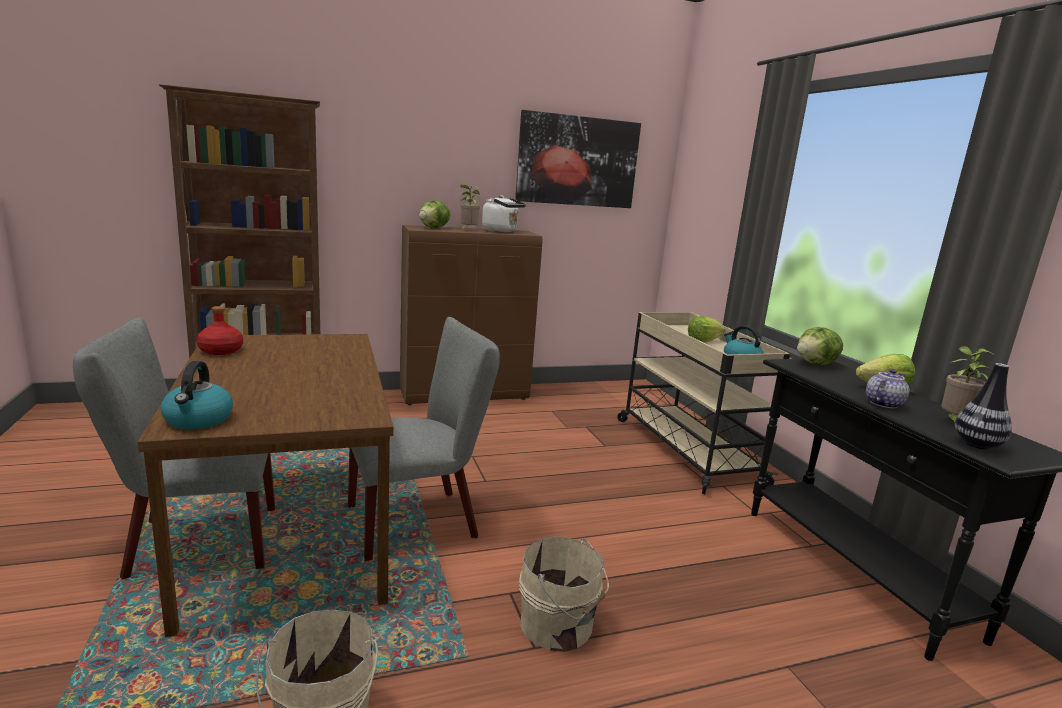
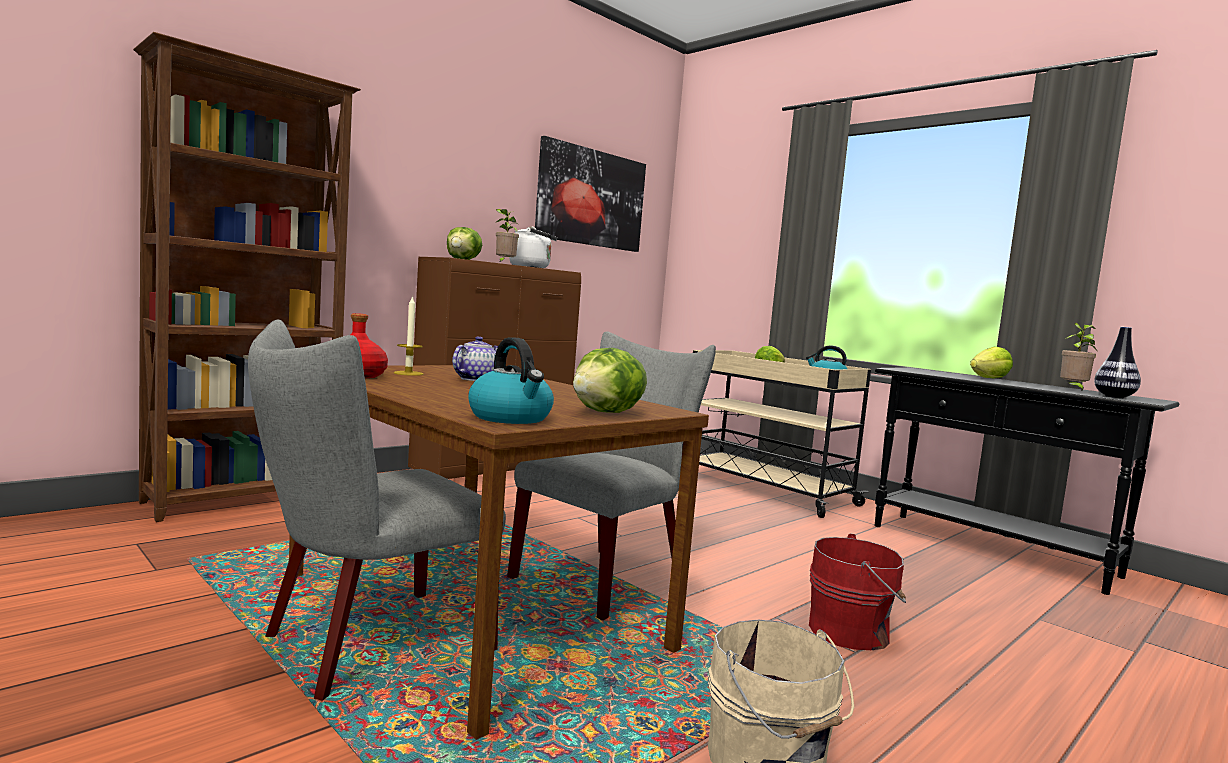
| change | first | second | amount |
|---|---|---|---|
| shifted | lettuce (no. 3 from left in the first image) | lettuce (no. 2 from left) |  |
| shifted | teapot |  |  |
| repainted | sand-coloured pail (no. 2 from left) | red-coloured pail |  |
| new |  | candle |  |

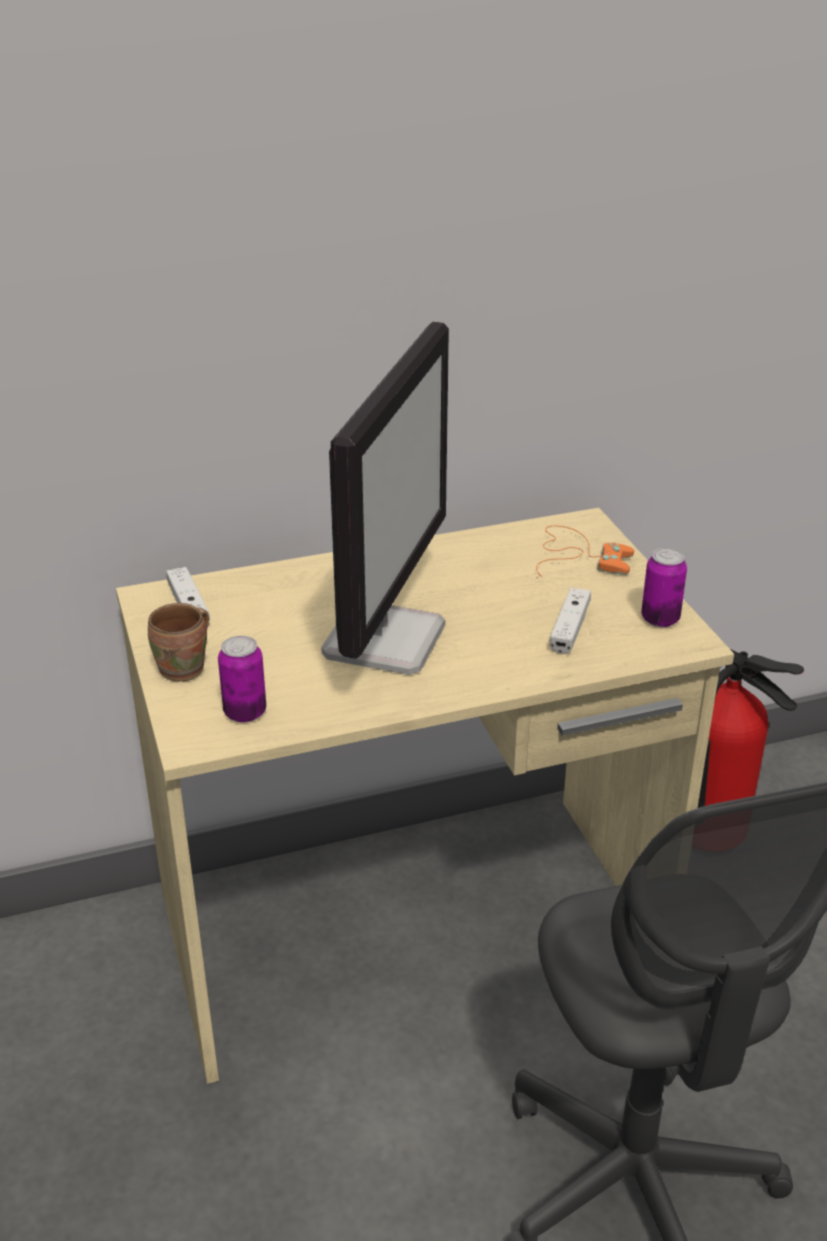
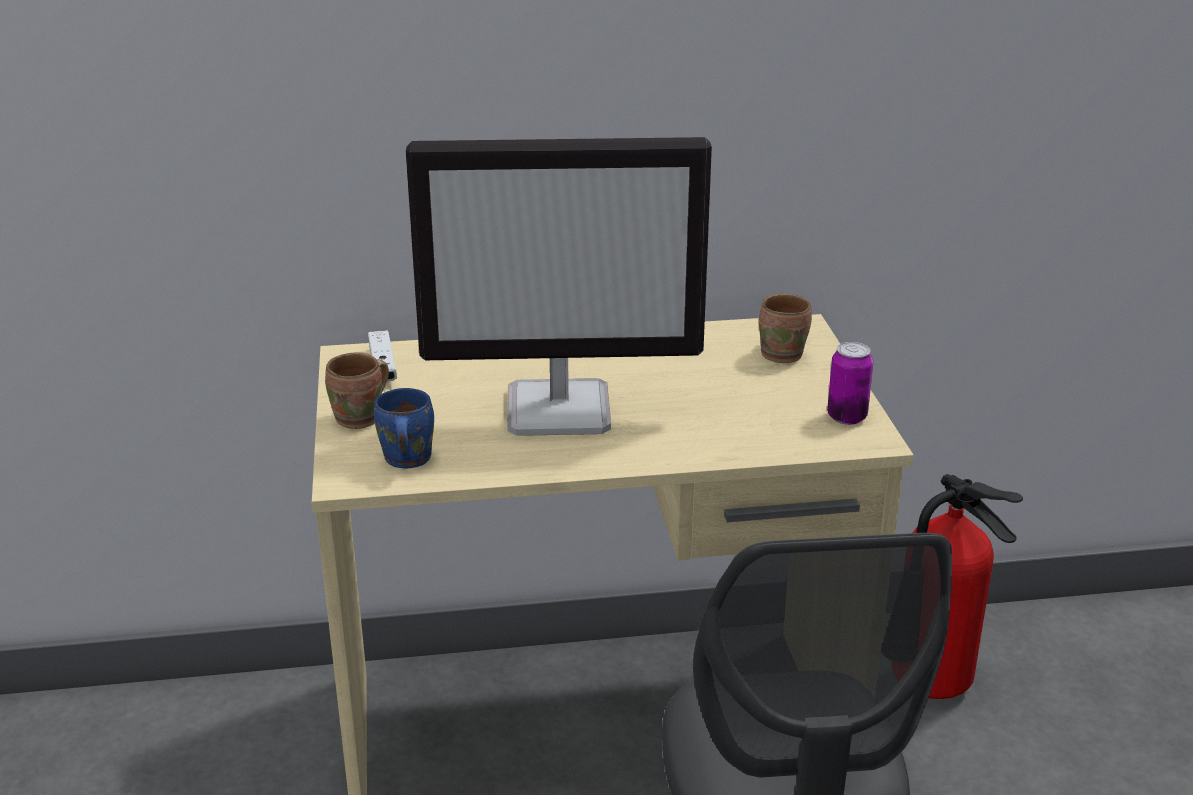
| change | first | second | amount |
|---|---|---|---|
| rotated | computer display |  | 60 degrees clockwise |
| swapped | orange-coloured joypad | brown mug (no. 2 from left) |  |
| gone | white-coloured joypad (no. 2 from left) |  |  |
| swapped | sealed can (no. 1 from left) | bluish mug |  |

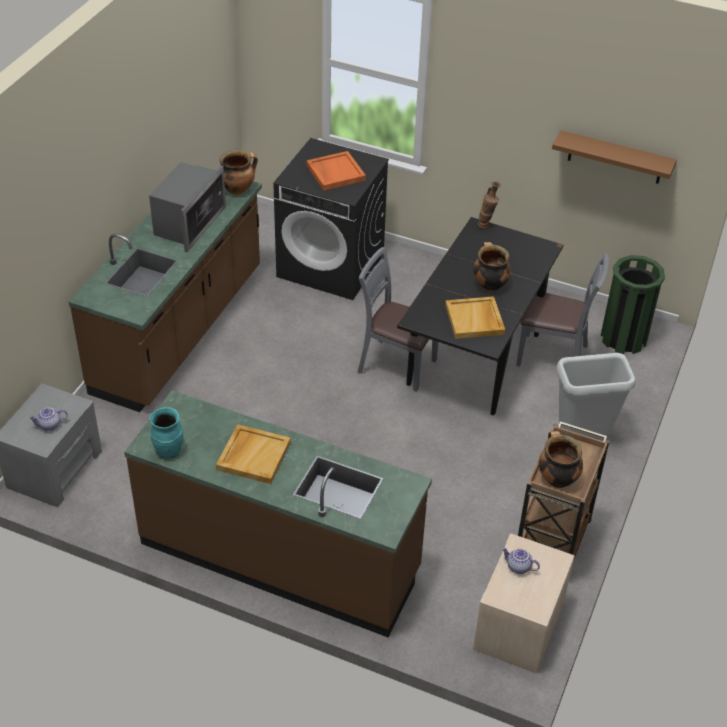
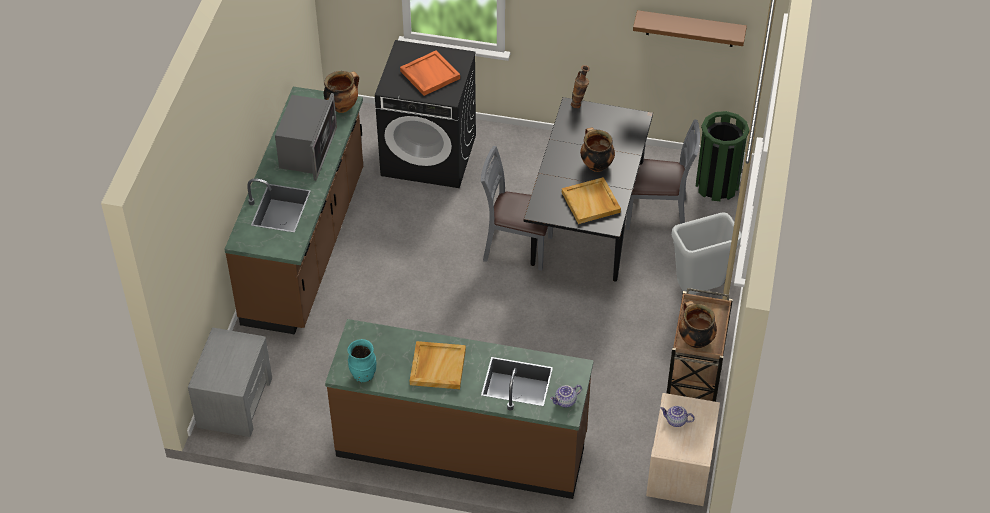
| change | first | second | amount |
|---|---|---|---|
| shifted | teapot (no. 1 from left) |  |  |

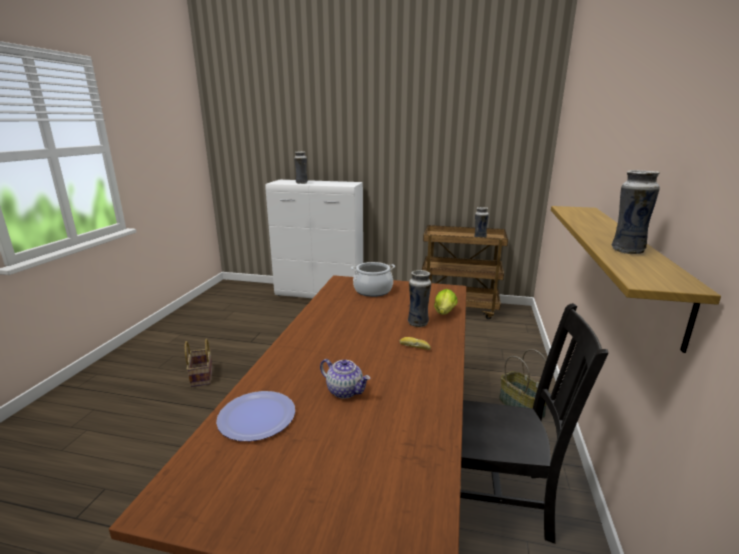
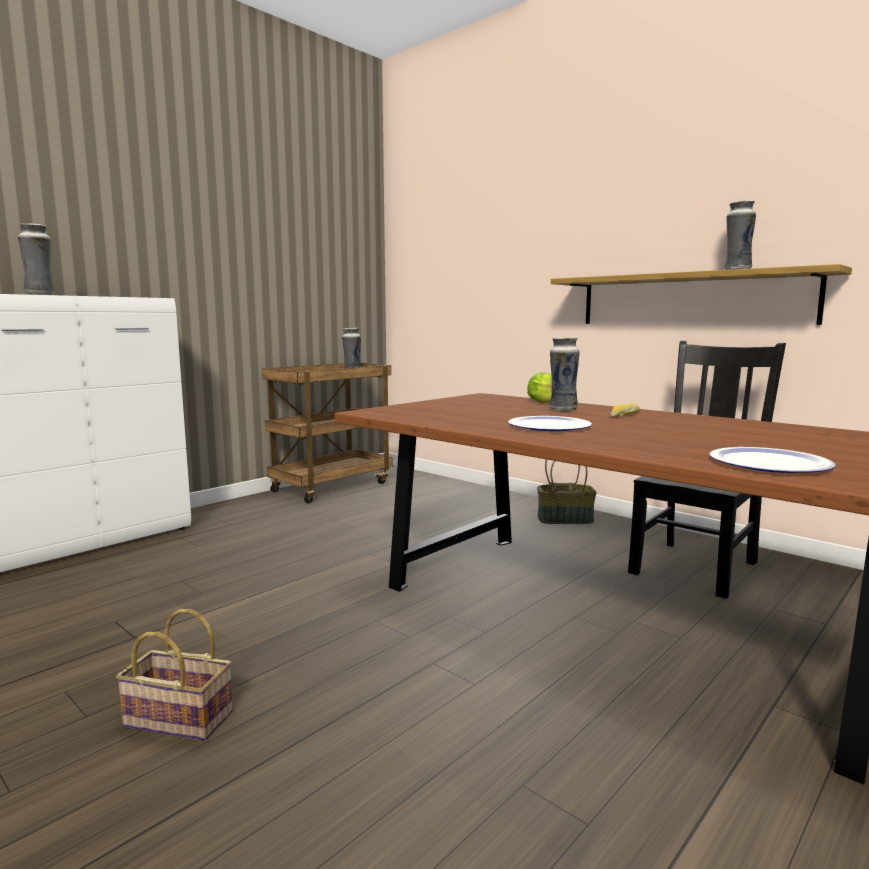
| change | first | second | amount |
|---|---|---|---|
| gone | saucepot |  |  |
| gone | teapot |  |  |
| new |  | plate (no. 1 from left) |  |

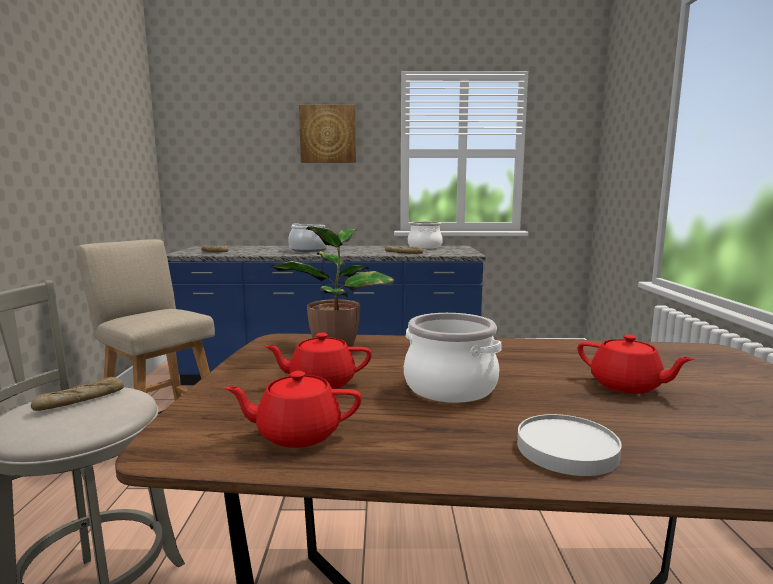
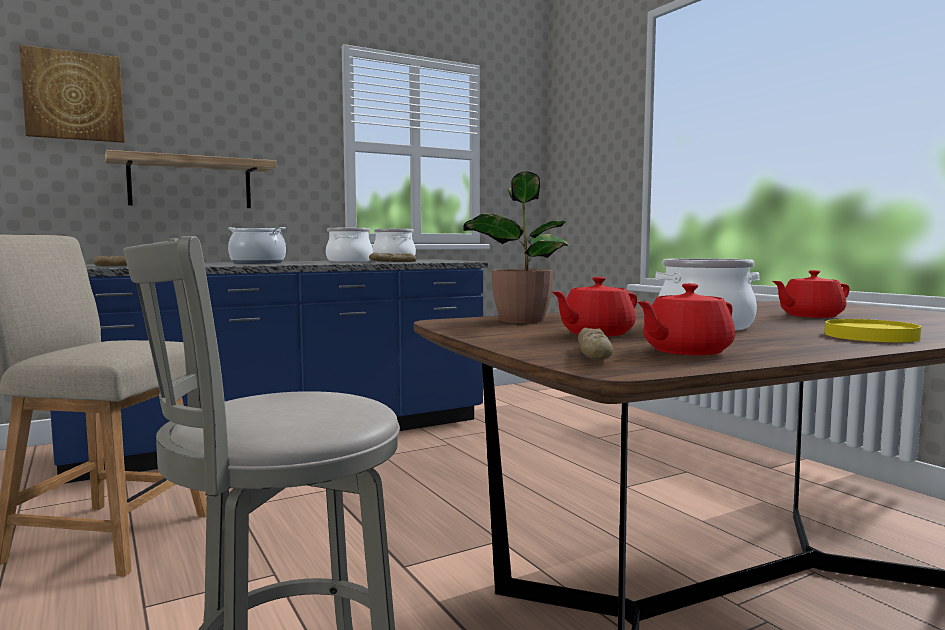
| change | first | second | amount |
|---|---|---|---|
| shifted | wall art |  |  |
| rotated | red-coloured teapot (no. 3 from left) |  | 150 degrees clockwise |
| shifted | bread (no. 1 from left in the first image) | bread (no. 3 from left) |  |
| repainted | white-coloured plate | yellow-coloured plate |  |
| new |  | wall shelf |  |
| new |  | saucepot (no. 2 from left) |  |

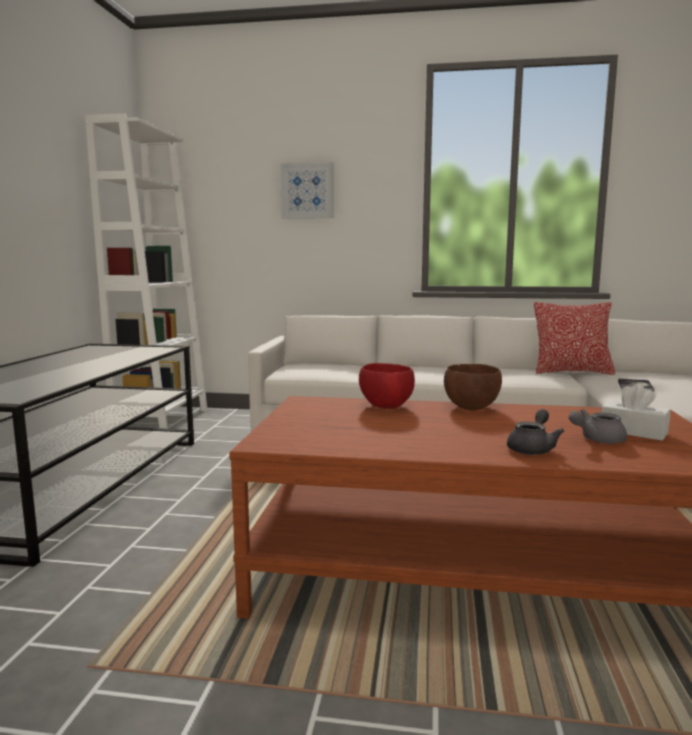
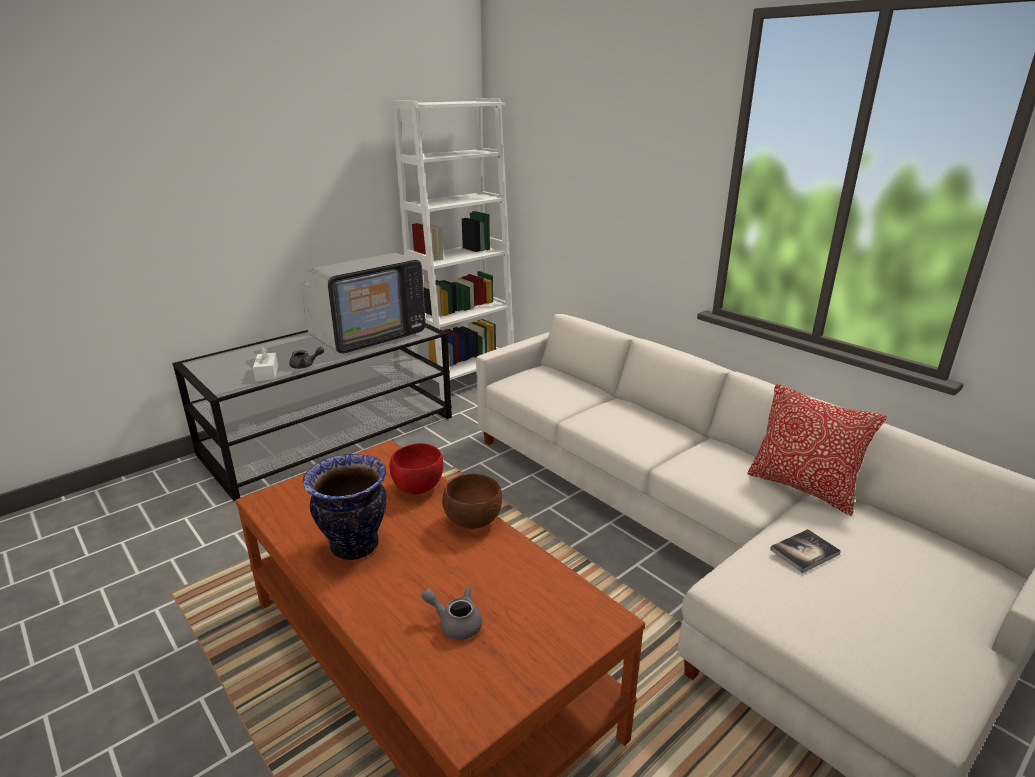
| change | first | second | amount |
|---|---|---|---|
| gone | wall art |  |  |
| shifted | white-coloured tissue holder |  |  |
| shifted | gray teapot (no. 1 from left) |  |  |
| new |  | television |  |
| new |  | decorative vase |  |

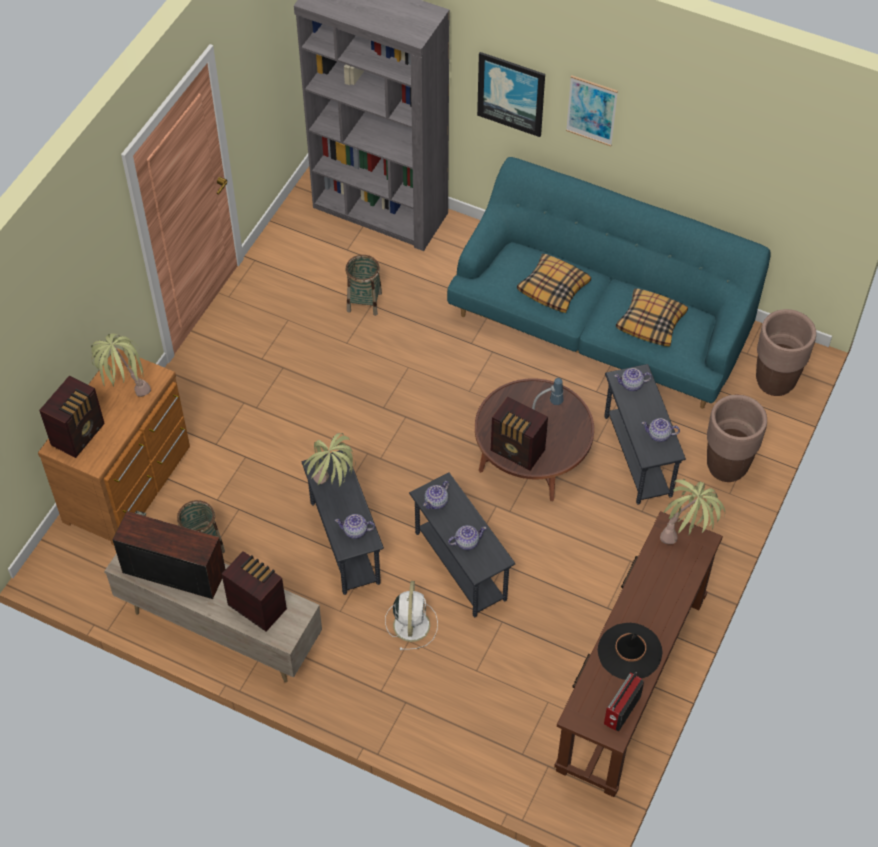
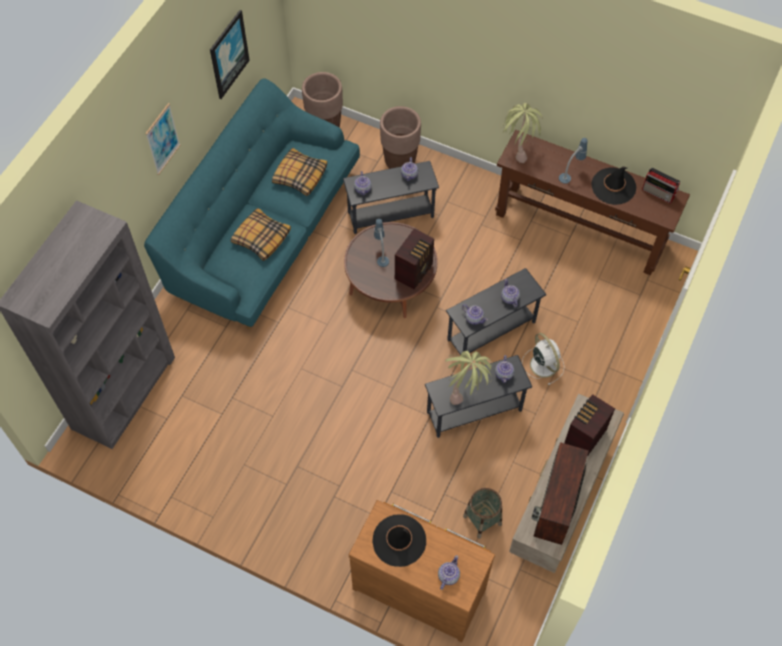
| change | first | second | amount |
|---|---|---|---|
| shifted | wall art (no. 1 from left in the first image) | wall art (no. 2 from left) |  |
| gone | household basket (no. 2 from left) |  |  |
| swapped | houseplant (no. 1 from left) | black wearable hat (no. 1 from left) |  |
| swapped | radio receiver (no. 1 from left) | teapot (no. 3 from left) |  |
| rotated | white-coloured electric fan |  | 60 degrees clockwise |
| new |  | lamp for a table (no. 2 from left) |  |

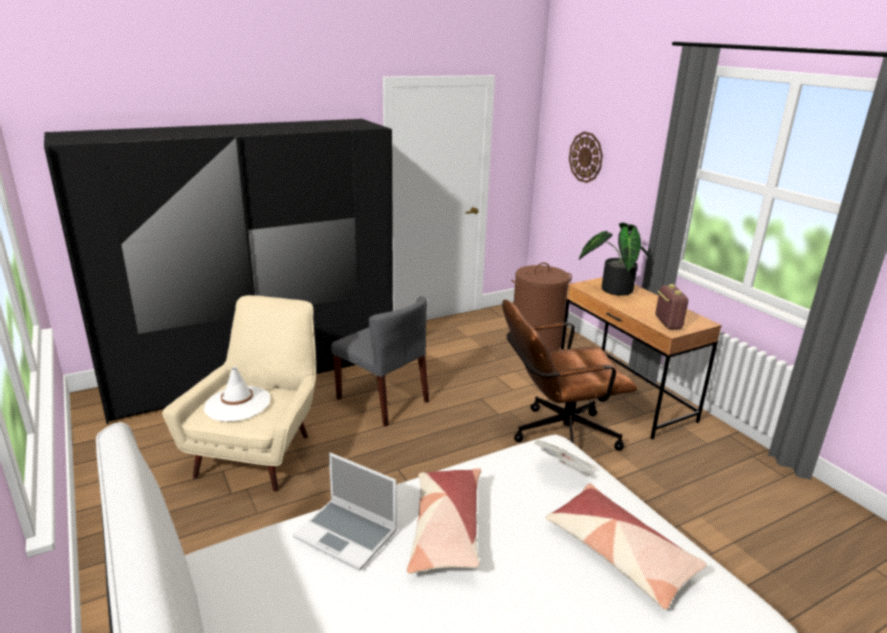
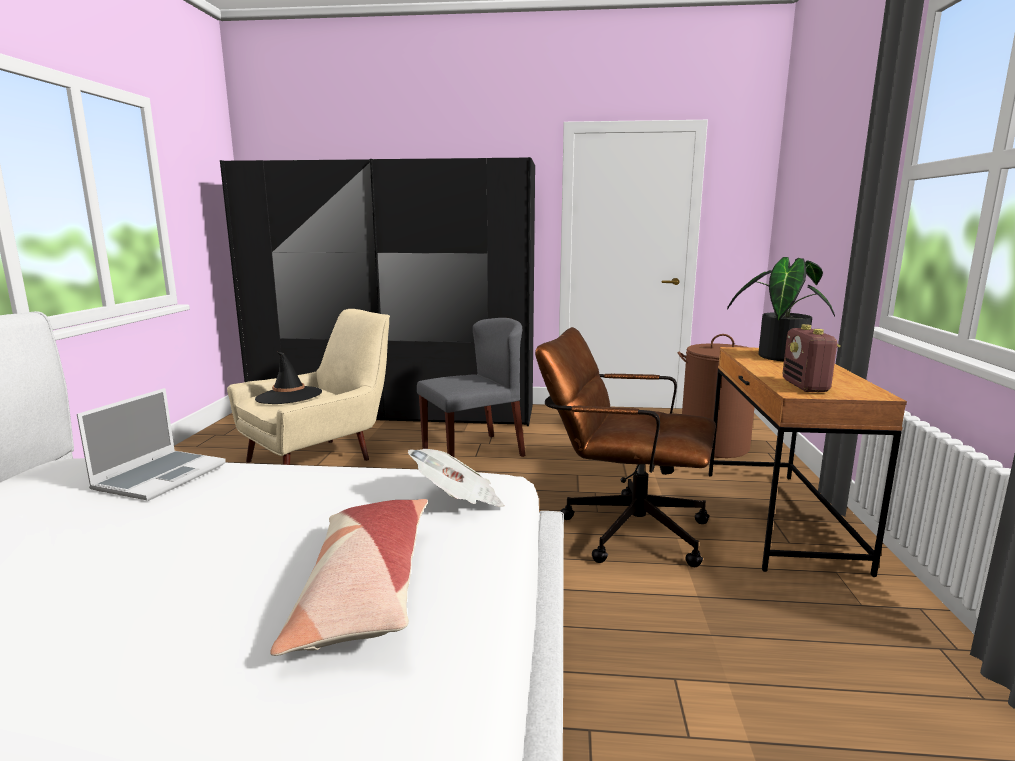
| change | first | second | amount |
|---|---|---|---|
| gone | clock on the wall |  |  |
| rotated | radio receiver |  | 150 degrees clockwise |
| rotated | gray chair |  | 105 degrees counterclockwise |
| repainted | white-coloured wearable hat | black wearable hat |  |
| rotated | portable computer |  | 135 degrees counterclockwise |
| gone | cushion (no. 1 from left) |  |  |

